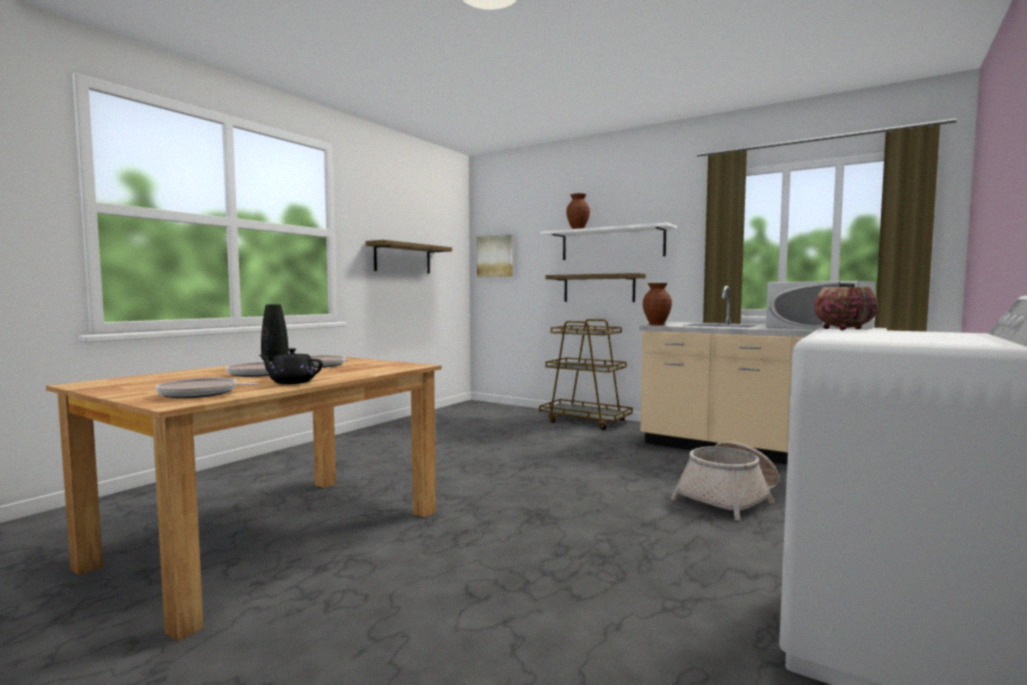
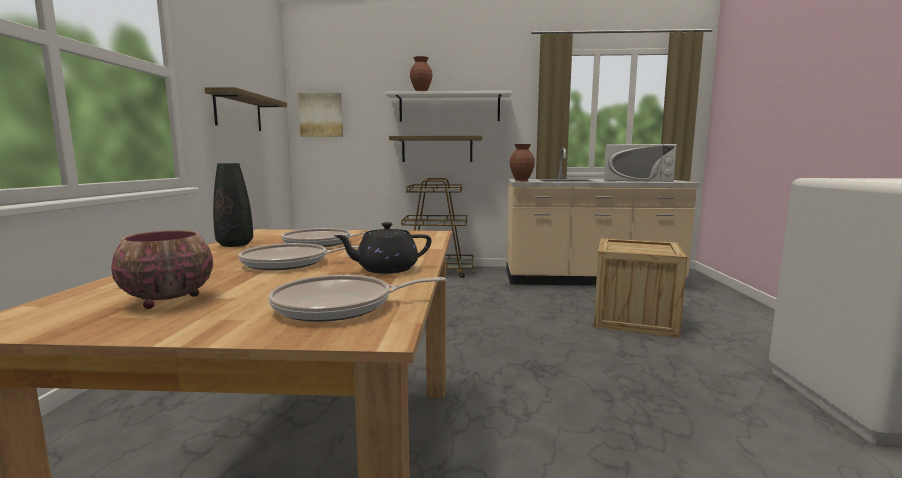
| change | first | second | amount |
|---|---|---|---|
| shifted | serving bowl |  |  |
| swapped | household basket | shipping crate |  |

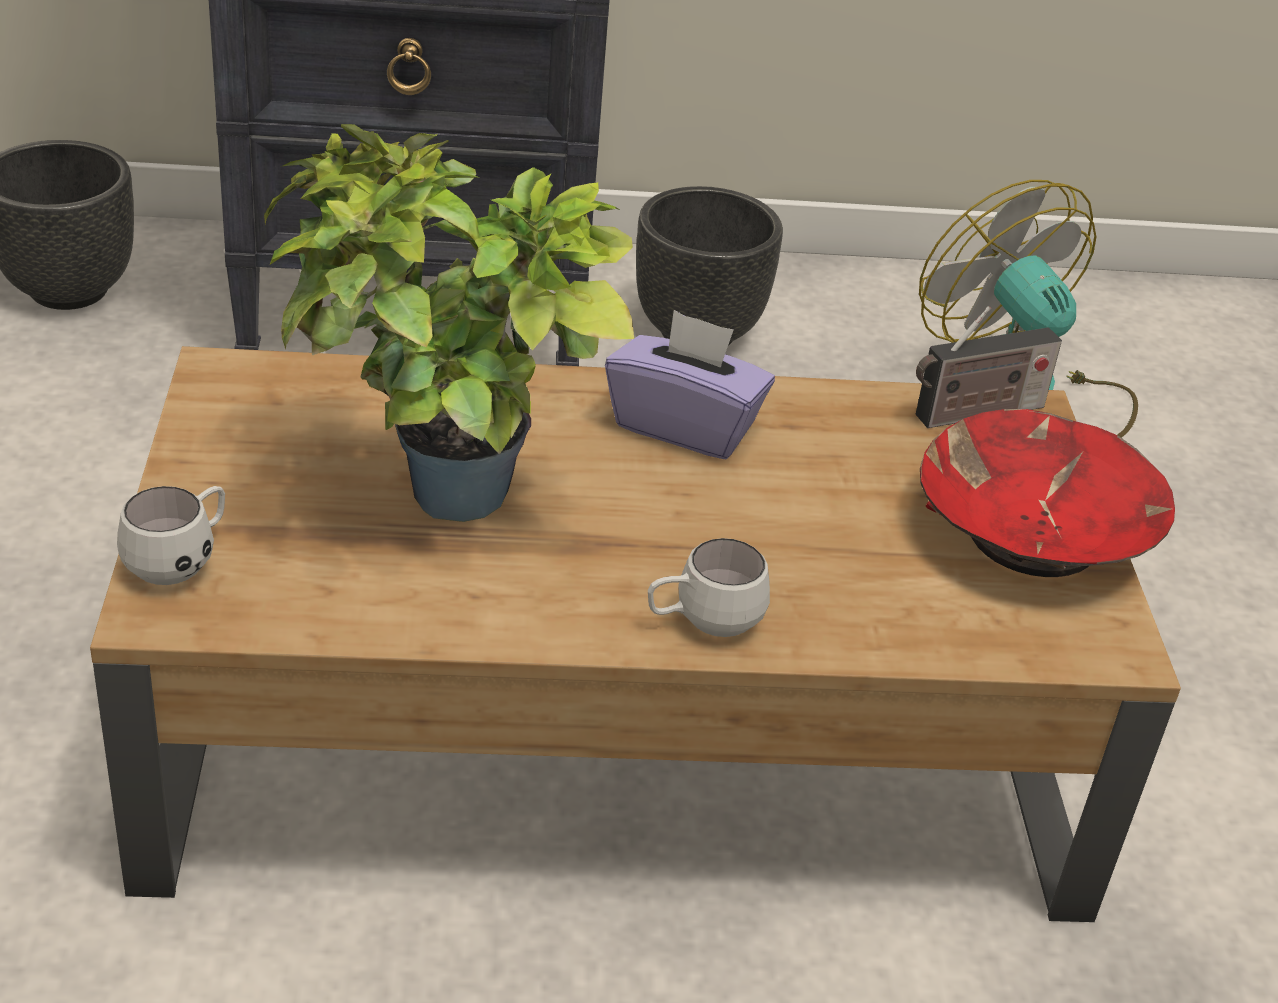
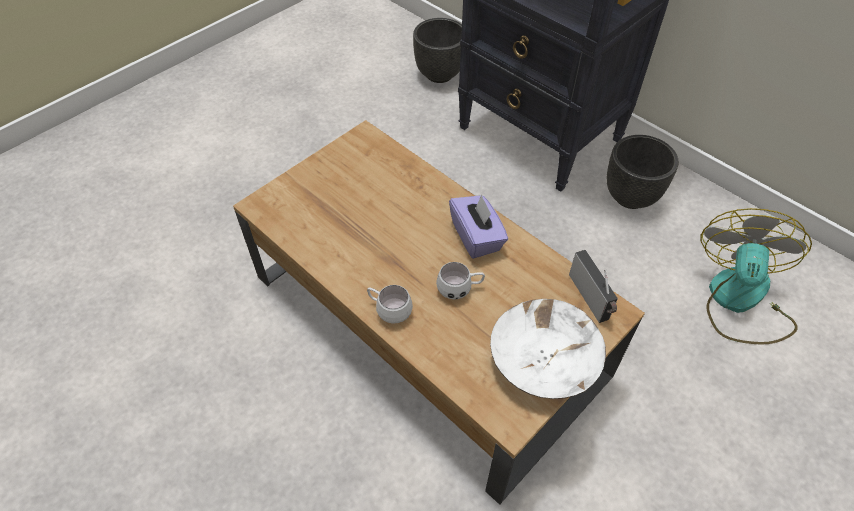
| change | first | second | amount |
|---|---|---|---|
| gone | houseplant |  |  |
| rotated | radio receiver |  | 135 degrees counterclockwise |
| repainted | red-coloured serving bowl | white-coloured serving bowl |  |
| shifted | white-coloured mug (no. 1 from left in the first image) | white-coloured mug (no. 2 from left) |  |

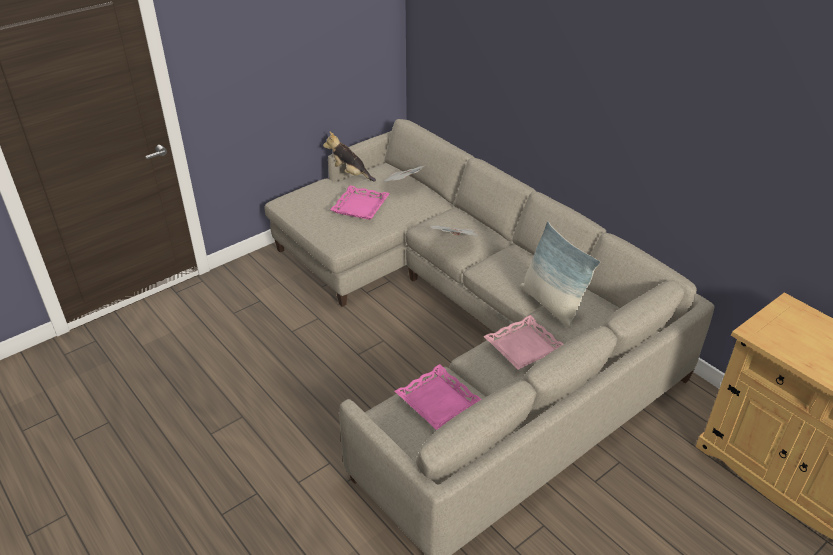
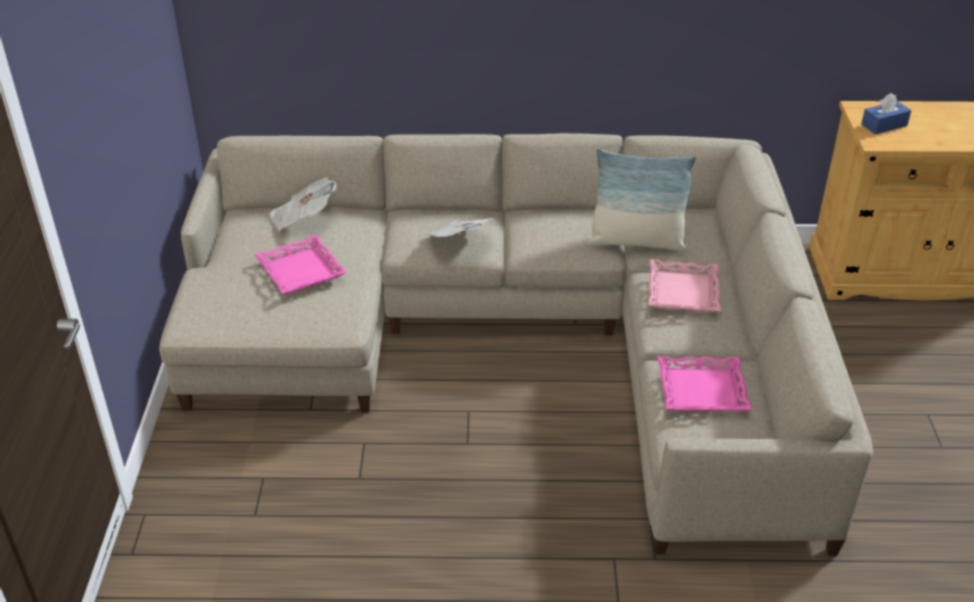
| change | first | second | amount |
|---|---|---|---|
| gone | cuddly toy |  |  |
| new |  | bluish tissue holder |  |

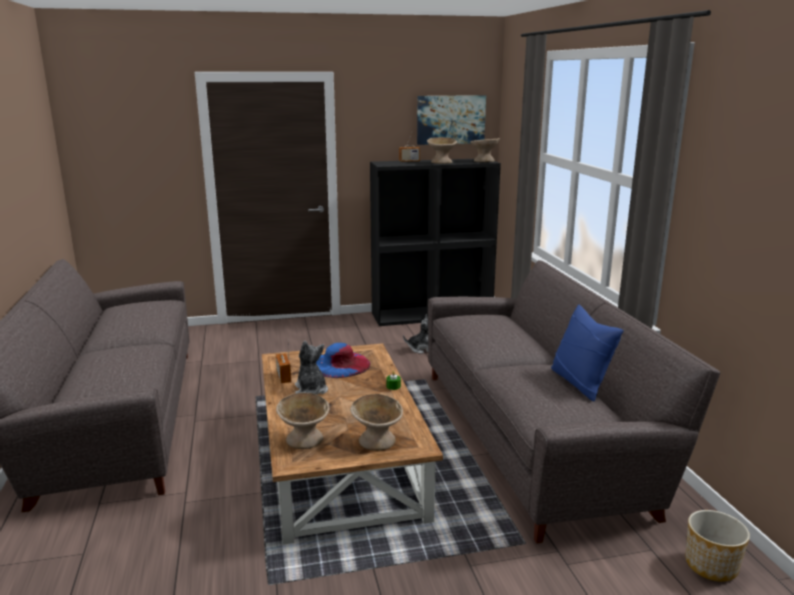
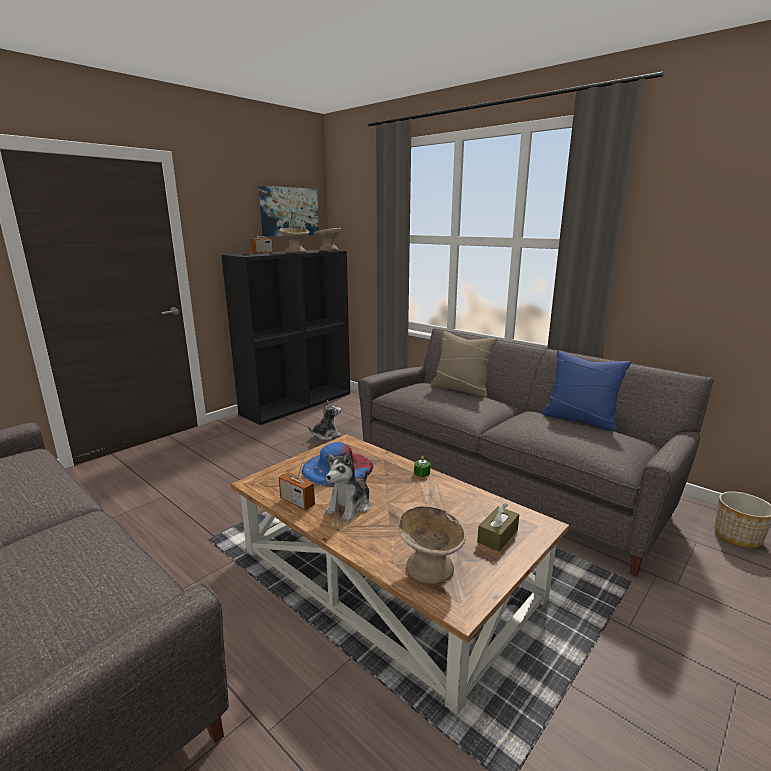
| change | first | second | amount |
|---|---|---|---|
| rotated | cuddly toy (no. 1 from left in the first image) | cuddly toy (no. 2 from left) | 90 degrees counterclockwise |
| swapped | sand-coloured serving bowl (no. 2 from left) | brown tissue holder |  |
| new |  | sand-coloured cushion |  |

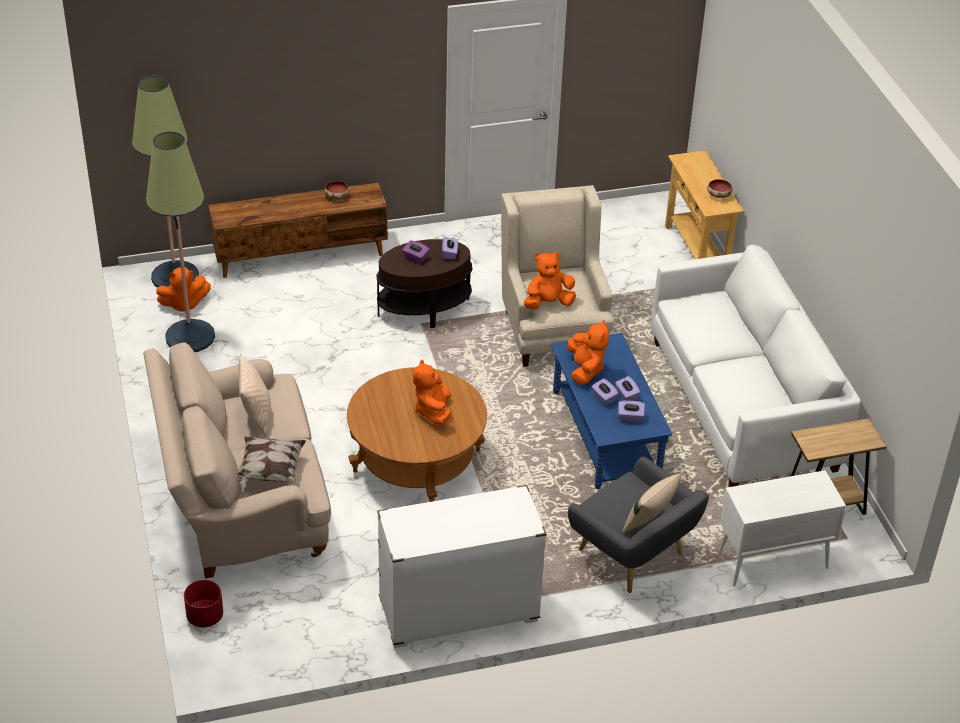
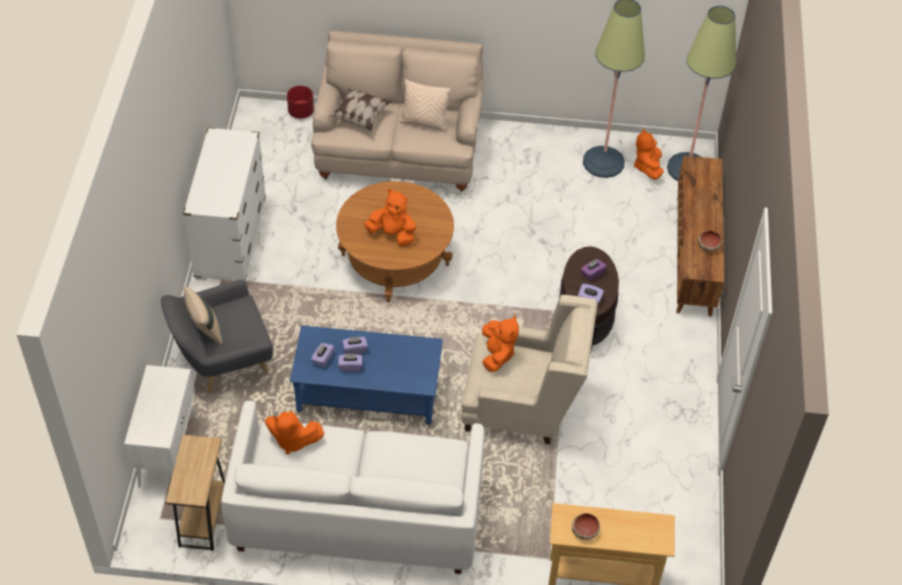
| change | first | second | amount |
|---|---|---|---|
| shifted | orange-coloured cuddly toy (no. 4 from left in the first image) | orange-coloured cuddly toy (no. 1 from left) |  |

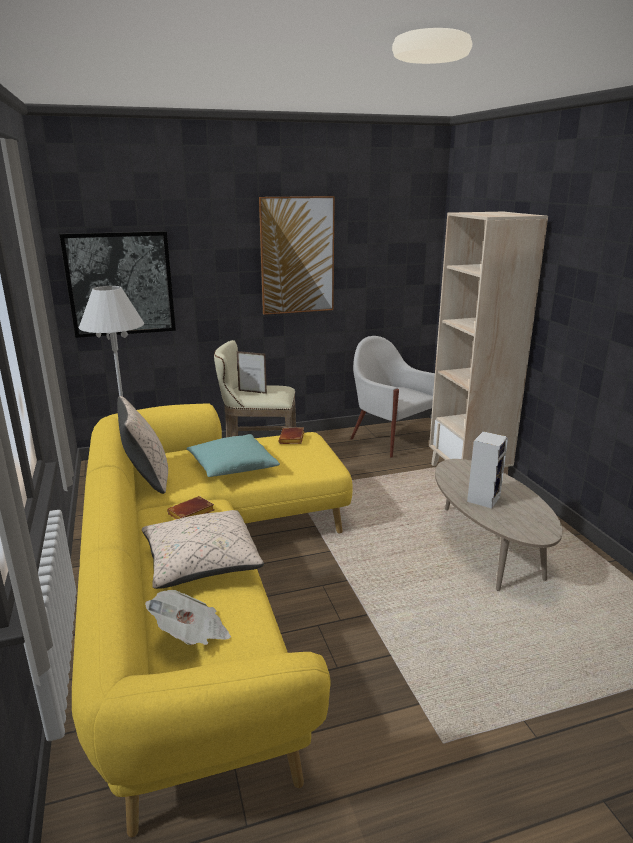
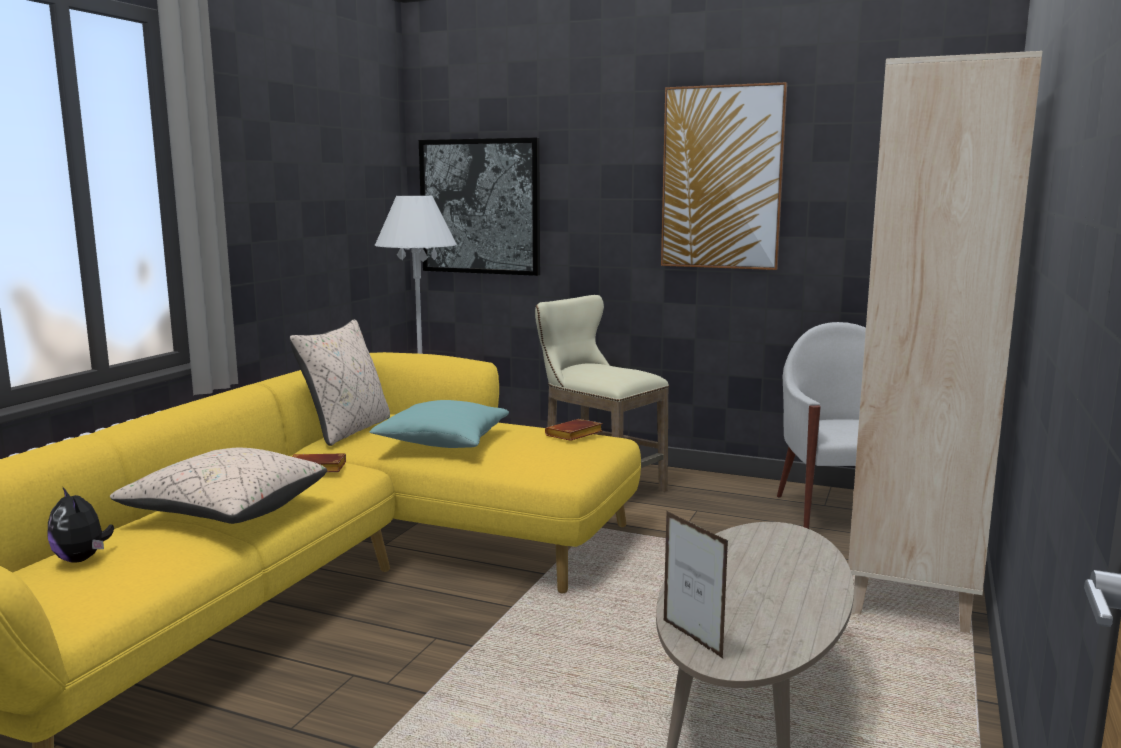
| change | first | second | amount |
|---|---|---|---|
| shifted | standing frame |  |  |
| gone | audio speaker |  |  |
| swapped | printed paper | cuddly toy |  |

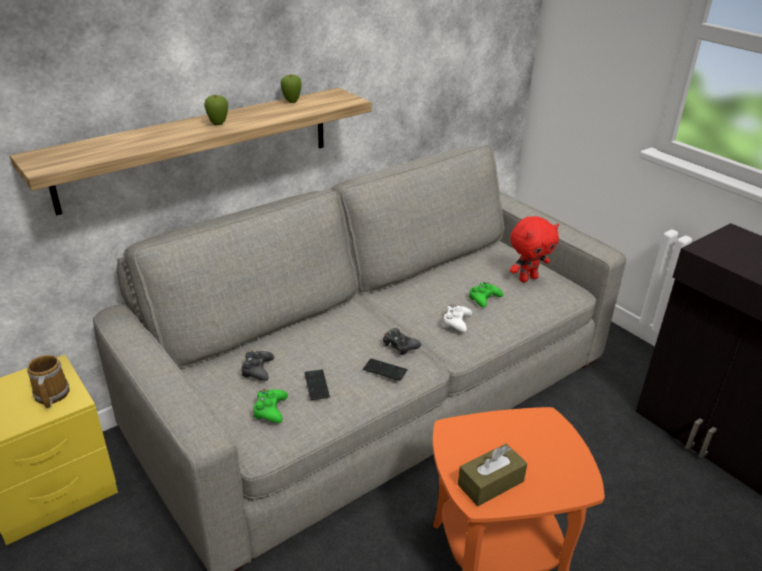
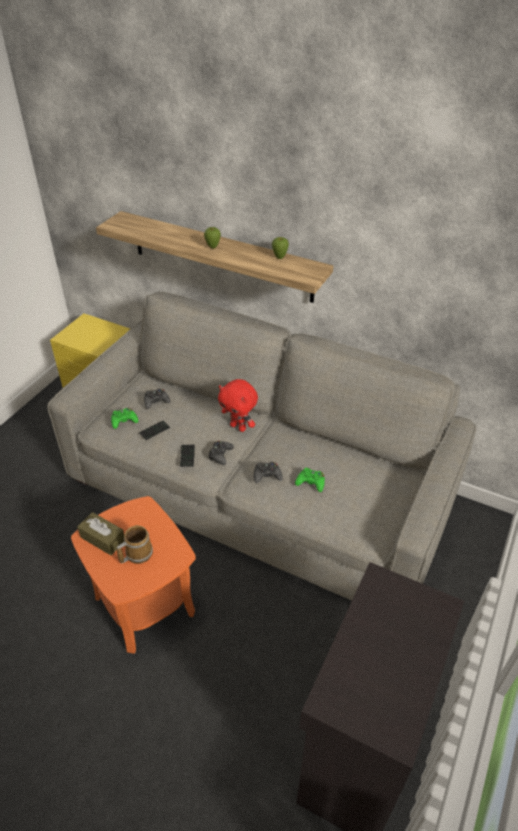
| change | first | second | amount |
|---|---|---|---|
| shifted | red-coloured cuddly toy |  |  |
| repainted | white-coloured joypad | black joypad (no. 3 from left) |  |
| shifted | mug |  |  |

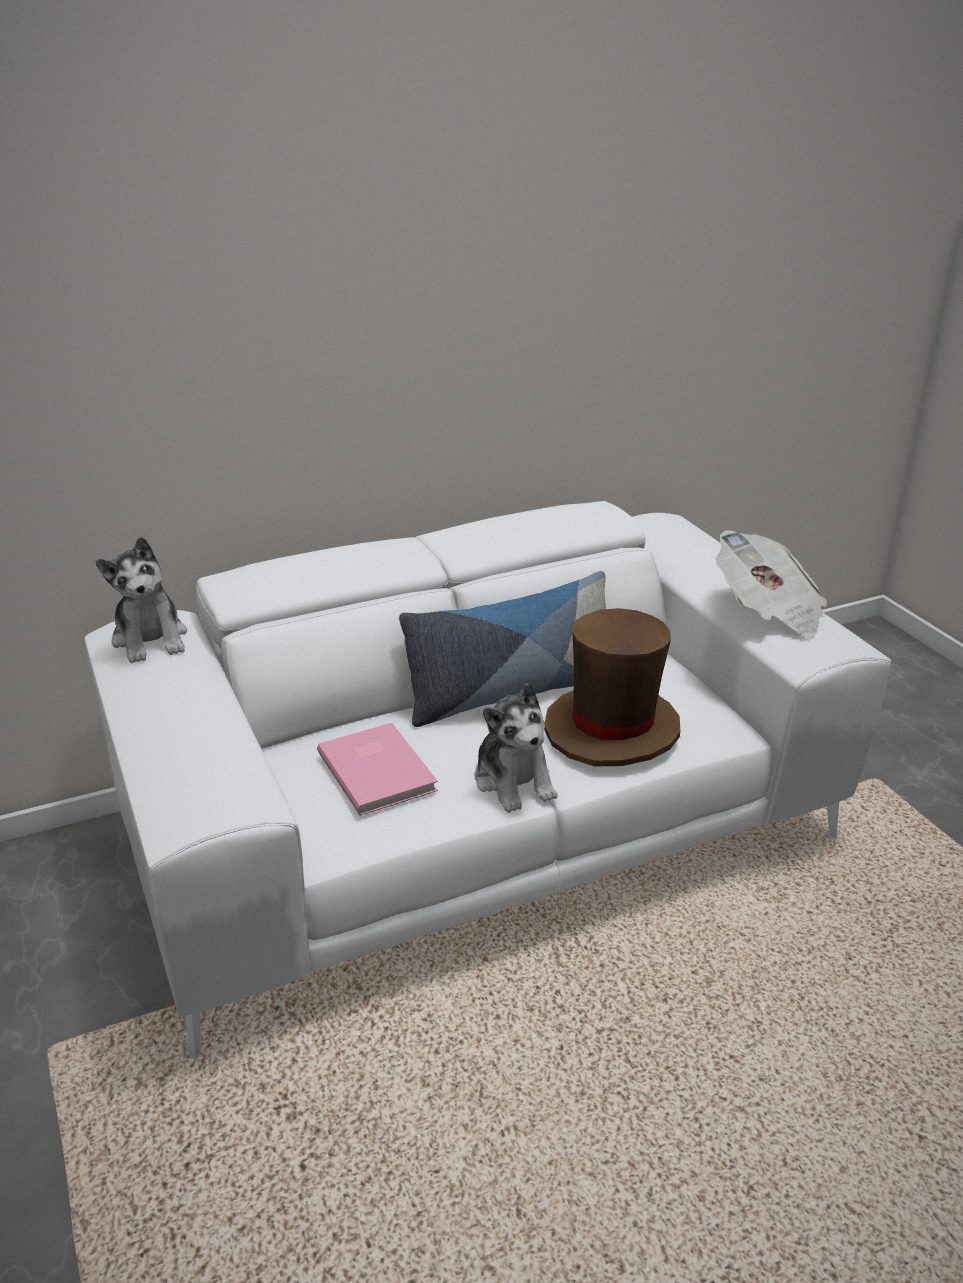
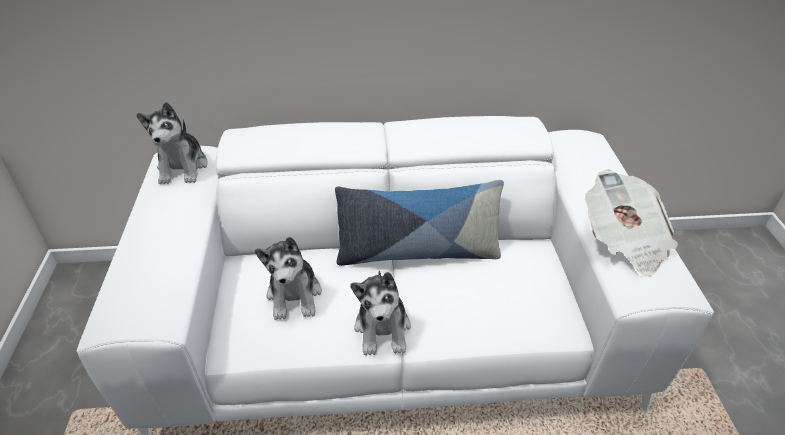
| change | first | second | amount |
|---|---|---|---|
| gone | brown wearable hat |  |  |
| swapped | pinkish book | cuddly toy (no. 2 from left) |  |

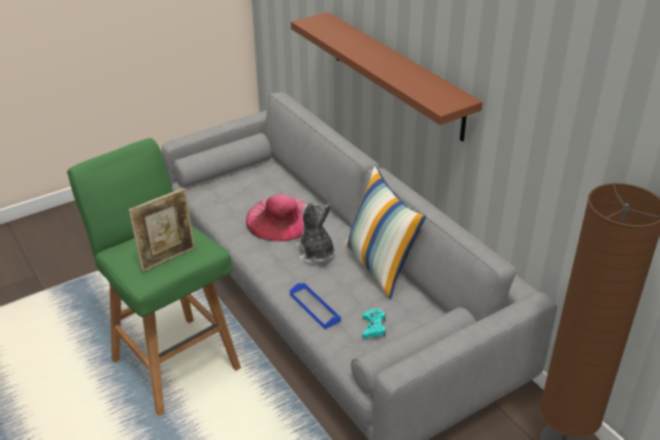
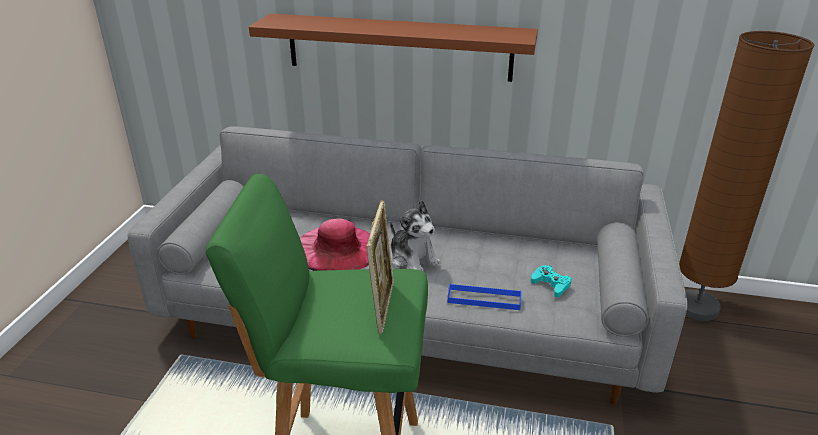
| change | first | second | amount |
|---|---|---|---|
| gone | cushion |  |  |
| rotated | cuddly toy |  | 150 degrees counterclockwise |

